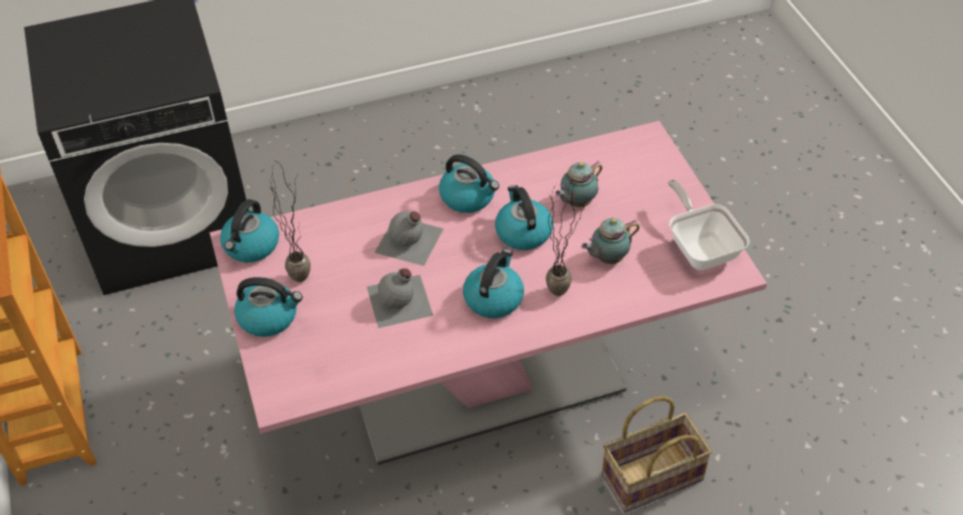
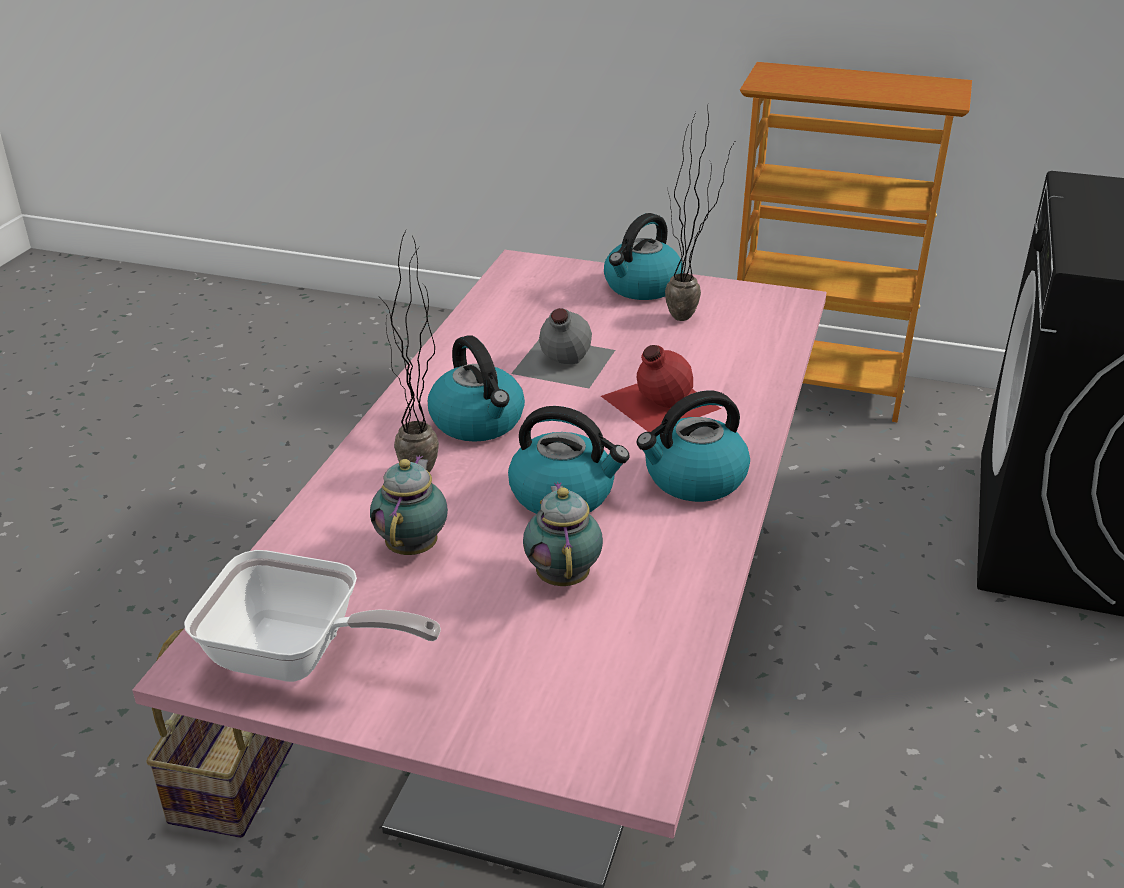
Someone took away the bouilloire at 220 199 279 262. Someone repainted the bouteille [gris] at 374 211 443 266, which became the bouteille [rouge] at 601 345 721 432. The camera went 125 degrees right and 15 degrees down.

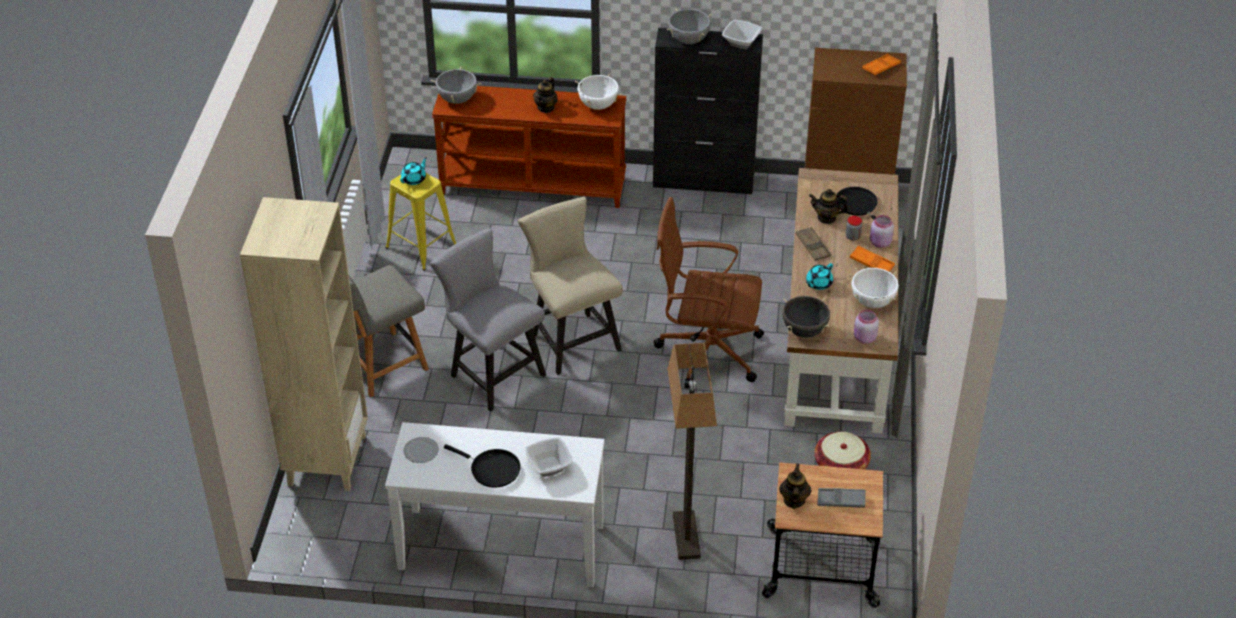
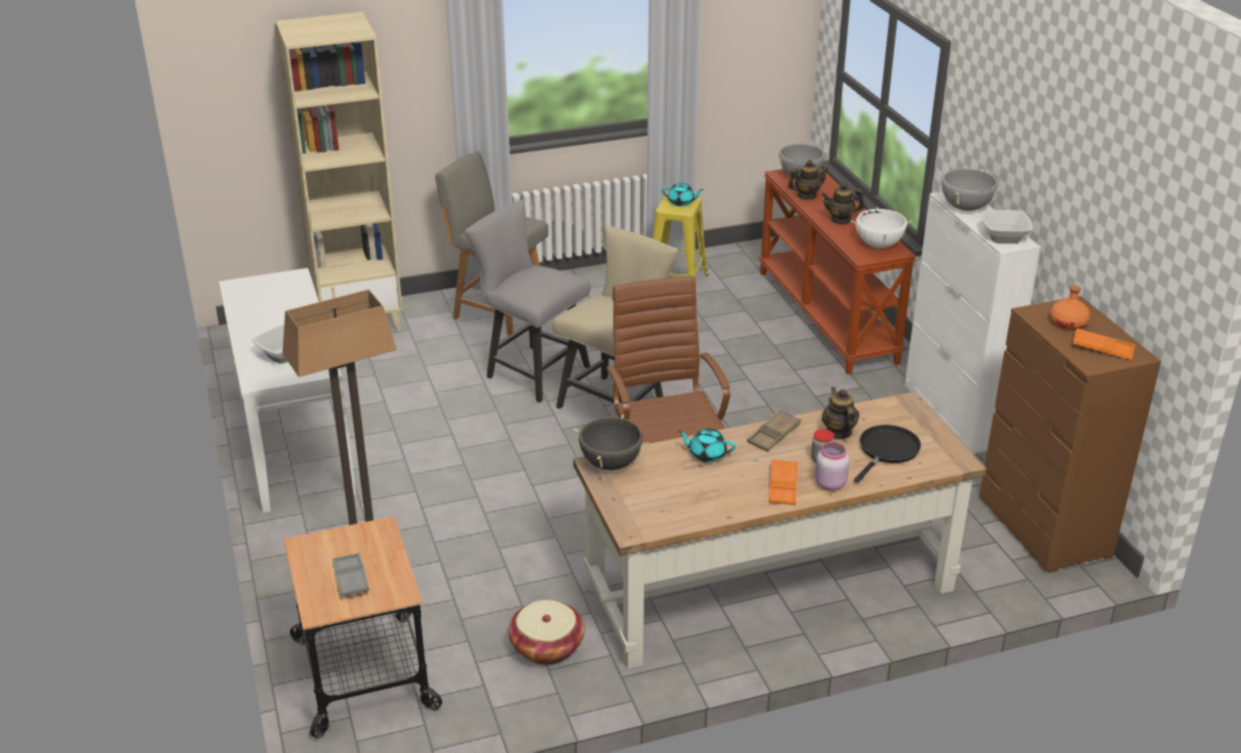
Someone took away the assiette at 403 437 439 463. Someone took away the poêle [noir] at 444 444 521 488. Someone took away the marmite [blanc] at 851 268 899 308. Someone took away the bocal [rose] at 854 310 879 344. Someone put down the bouteille [orange] at 1050 285 1090 330. Someone carried the théière from 779 464 812 509 to 788 160 828 199. Someone repainted the meuble de rangement [noir] at 653 28 763 194, which became the meuble de rangement [blanc] at 905 191 1041 454. Someone rotated the chaise [gris] at 430 228 546 412 by 75 degrees counterclockwise. The camera went 65 degrees right and 10 degrees down.

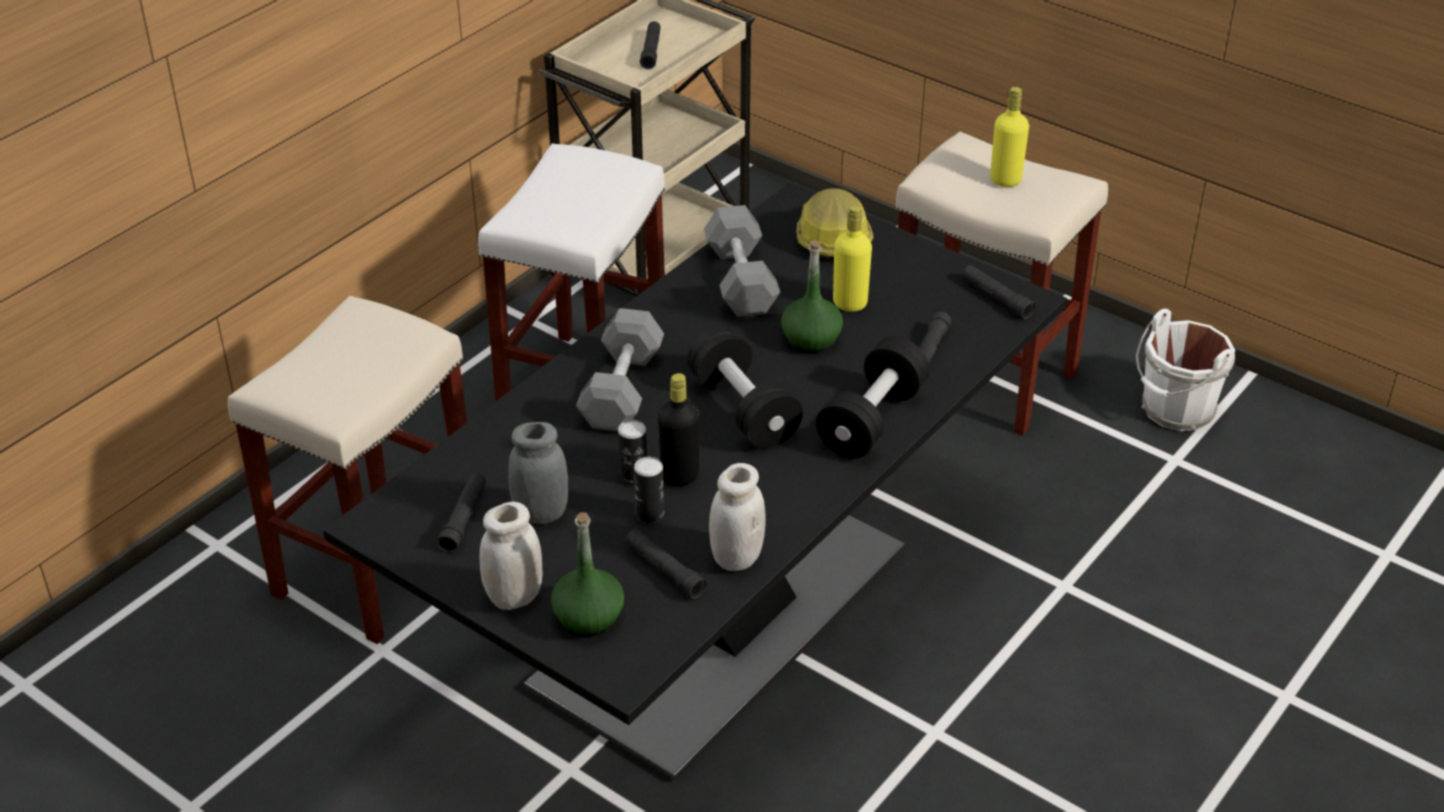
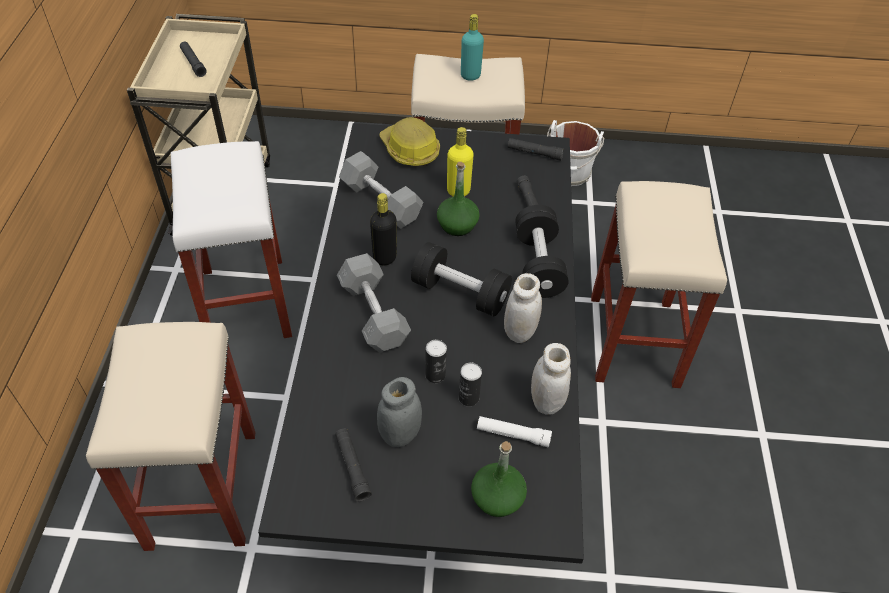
Someone put down the tabouret [beige] at 591 181 727 388. Someone carried the bocal [blanc] from 480 502 542 610 to 504 273 542 343. Someone carried the bouteille [noir] from 658 373 700 486 to 370 193 397 265. Someone repainted the lampe de poche [noir] at 626 529 707 599, which became the lampe de poche [blanc] at 477 416 552 447. Someone repainted the bouteille [jaune] at 990 87 1029 187, which became the bouteille [turquoise] at 461 14 484 81. The camera went 35 degrees left and 10 degrees up.

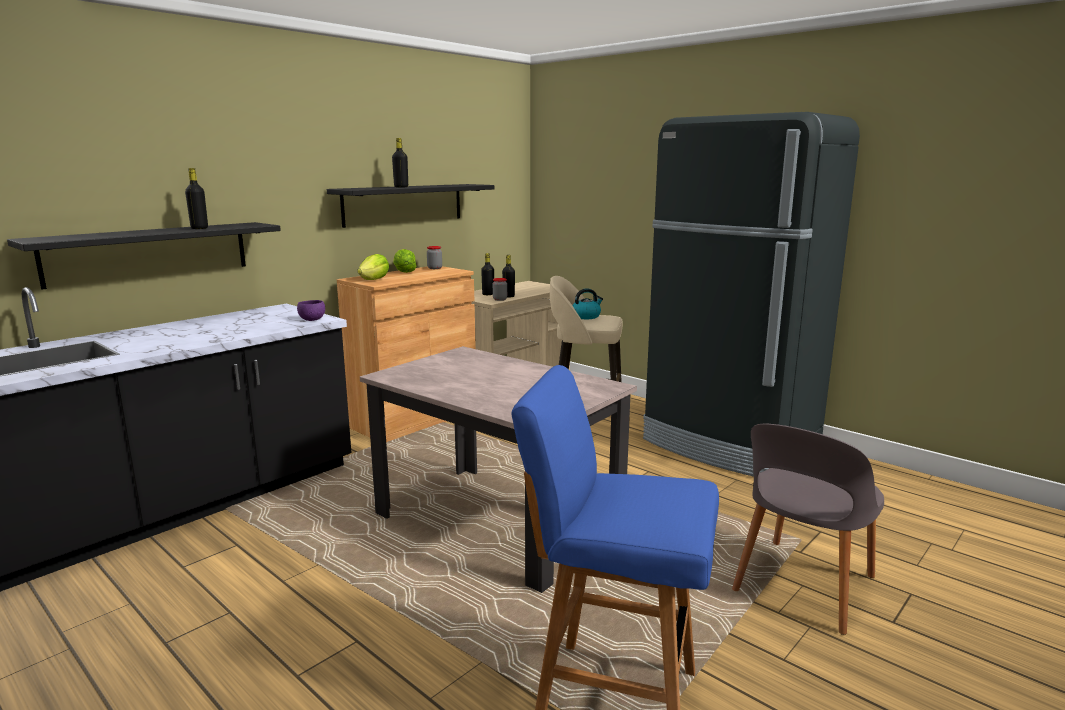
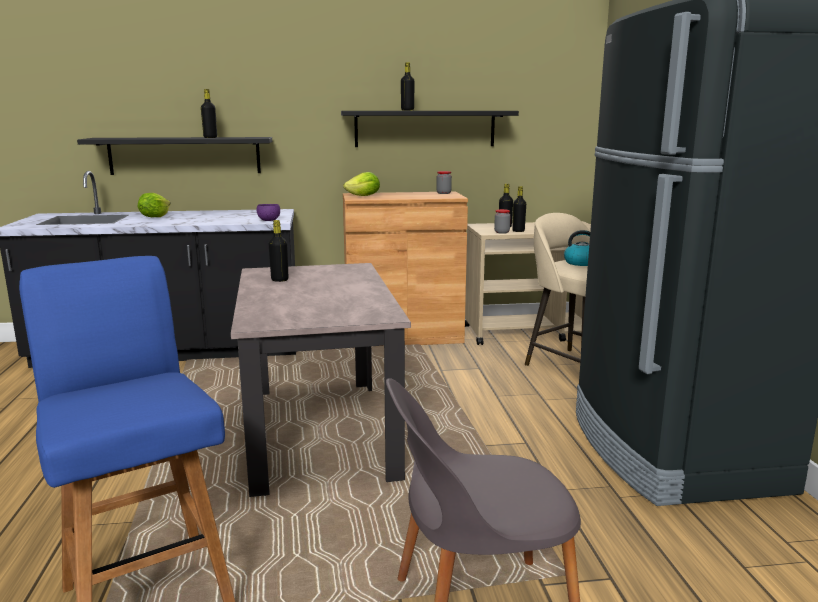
Someone put down the bouteille [noir] at 269 220 288 282. Someone carried the laitue from 393 249 416 273 to 138 193 171 217. The camera went 40 degrees right and 0 degrees up.

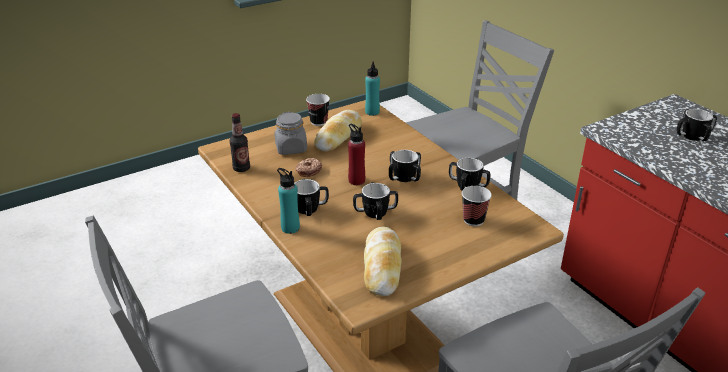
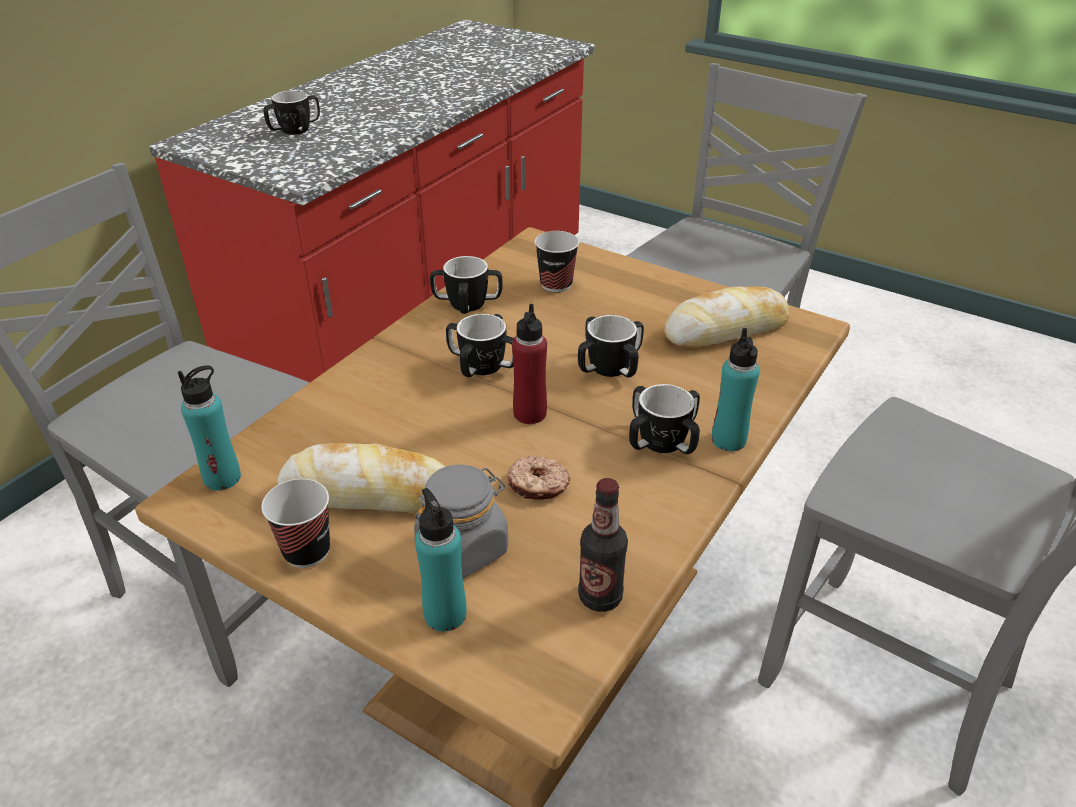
Someone put down the bouteille [turquoise] at 415 488 466 631. The camera went 115 degrees left and 5 degrees up.

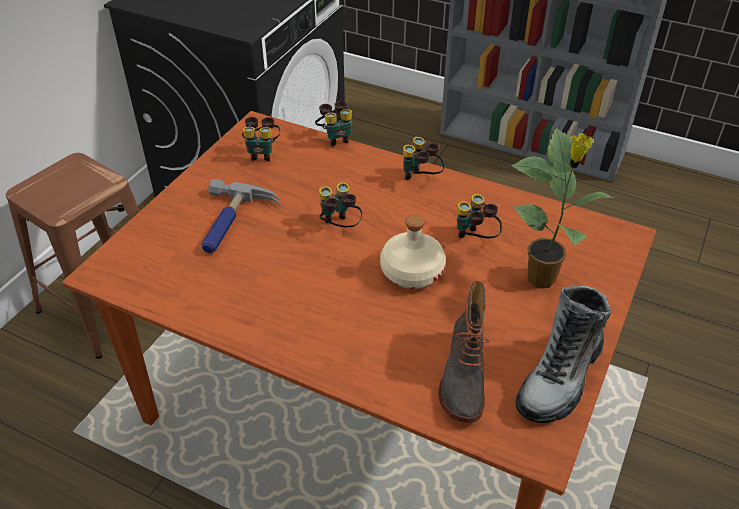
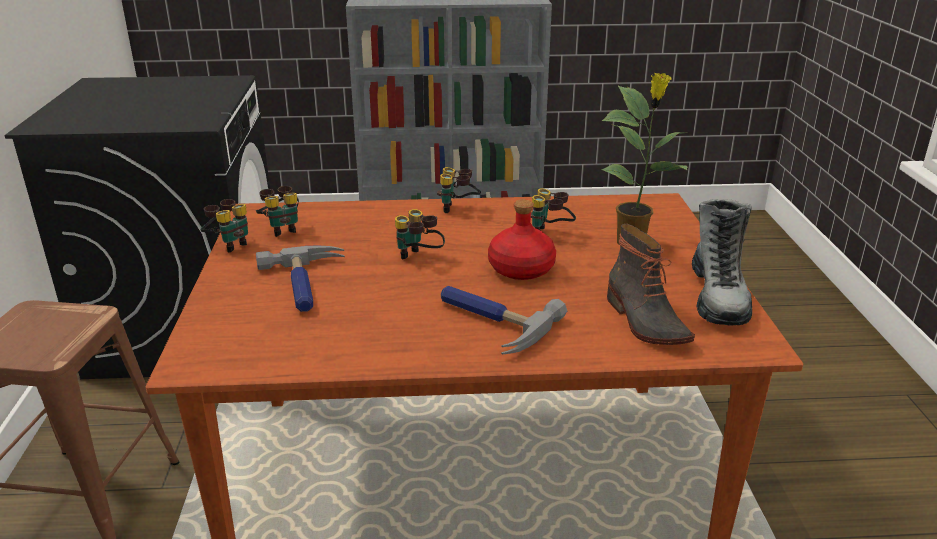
Someone put down the marteau at 441 286 567 354. Someone carried the jumelles from 315 101 352 146 to 200 199 248 253. Someone repainted the bouteille [beige] at 380 214 446 289, which became the bouteille [rouge] at 488 199 556 280. The camera went 30 degrees left and 15 degrees down.

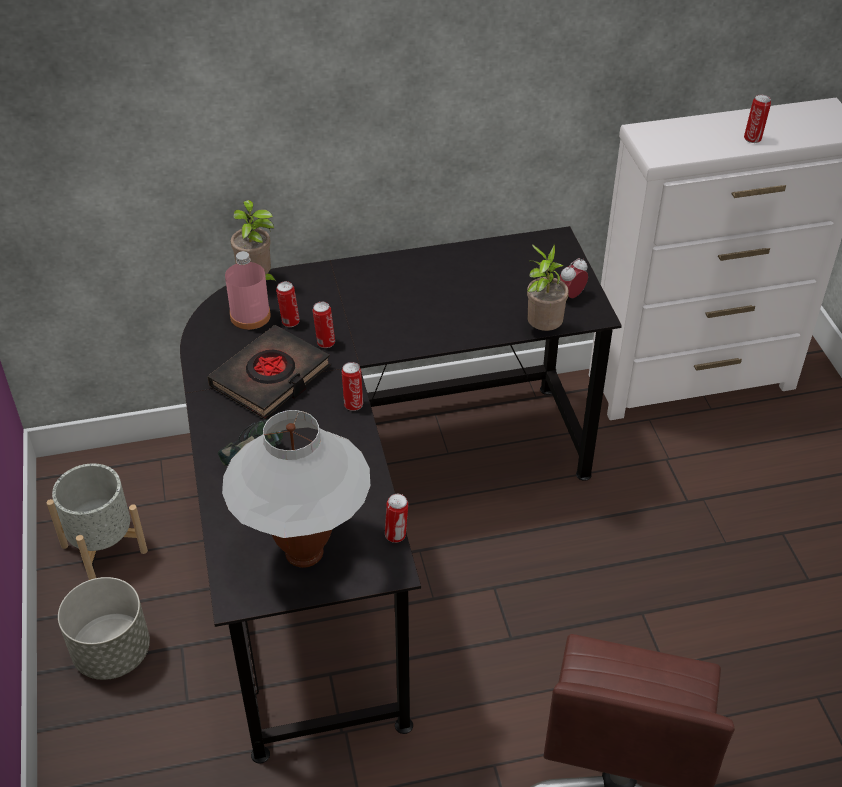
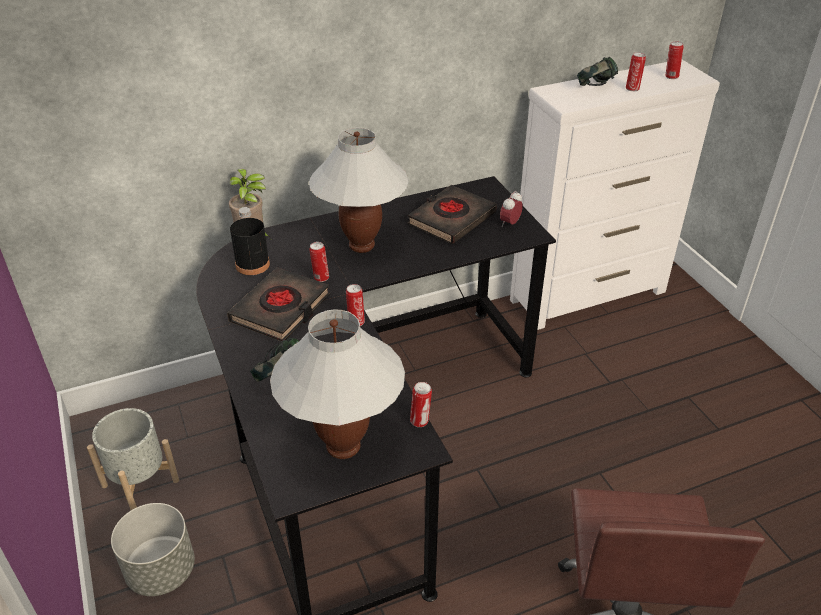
Someone took away the plante en pot at 527 244 569 331. Someone put down the lampe de table [blanc] at 309 128 409 253. Someone put down the livre [noir] at 408 185 497 244. Someone put down the casque audio at 577 57 618 86. Someone carried the boîte métallique from 276 281 300 327 to 665 41 684 79. Someone repainted the bouteille [rose] at 225 251 271 330, which became the bouteille [noir] at 230 207 270 275. The camera went 10 degrees left and 5 degrees down.

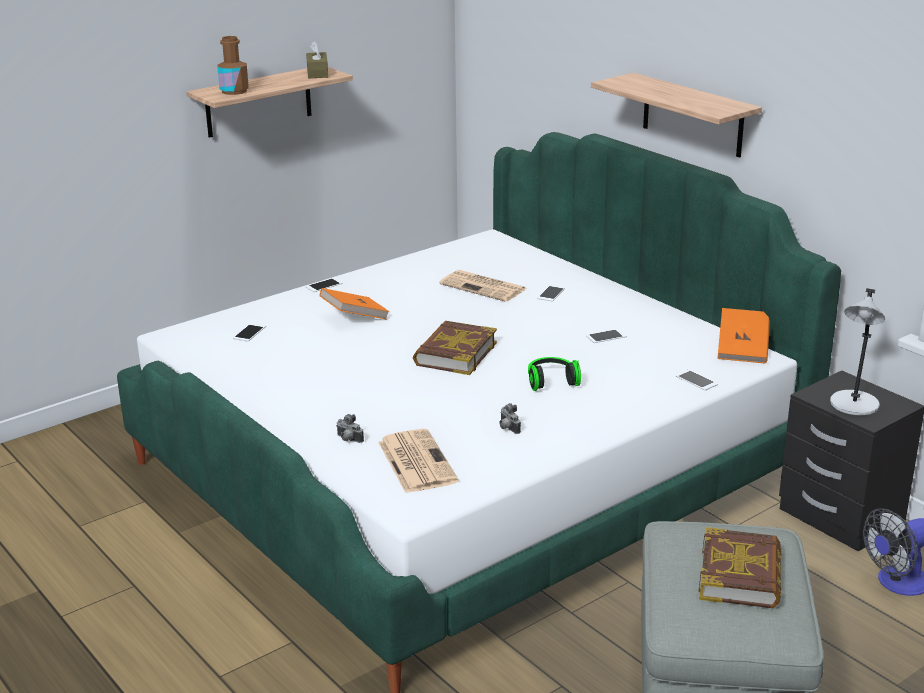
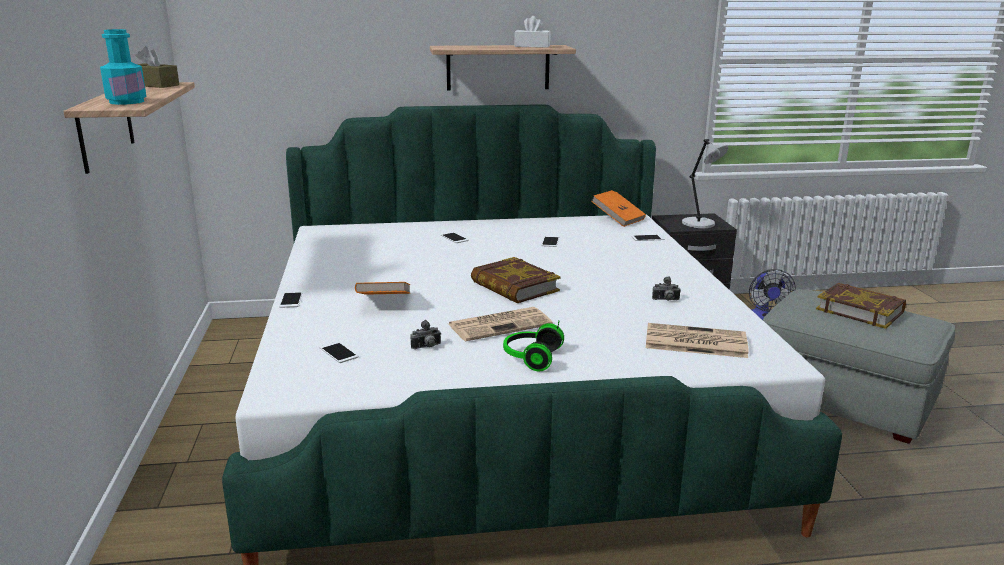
Someone put down the boîte à mouchoirs [blanc] at 514 16 551 48. Someone carried the appareil photo from 336 414 364 443 to 410 320 441 349. Someone carried the journal from 439 270 526 302 to 449 307 553 341. Someone carried the casque audio from 528 357 581 391 to 503 321 564 372. Someone repainted the bouteille [marron] at 217 36 249 95, which became the bouteille [turquoise] at 100 29 147 105. The camera went 60 degrees left and 5 degrees down.

